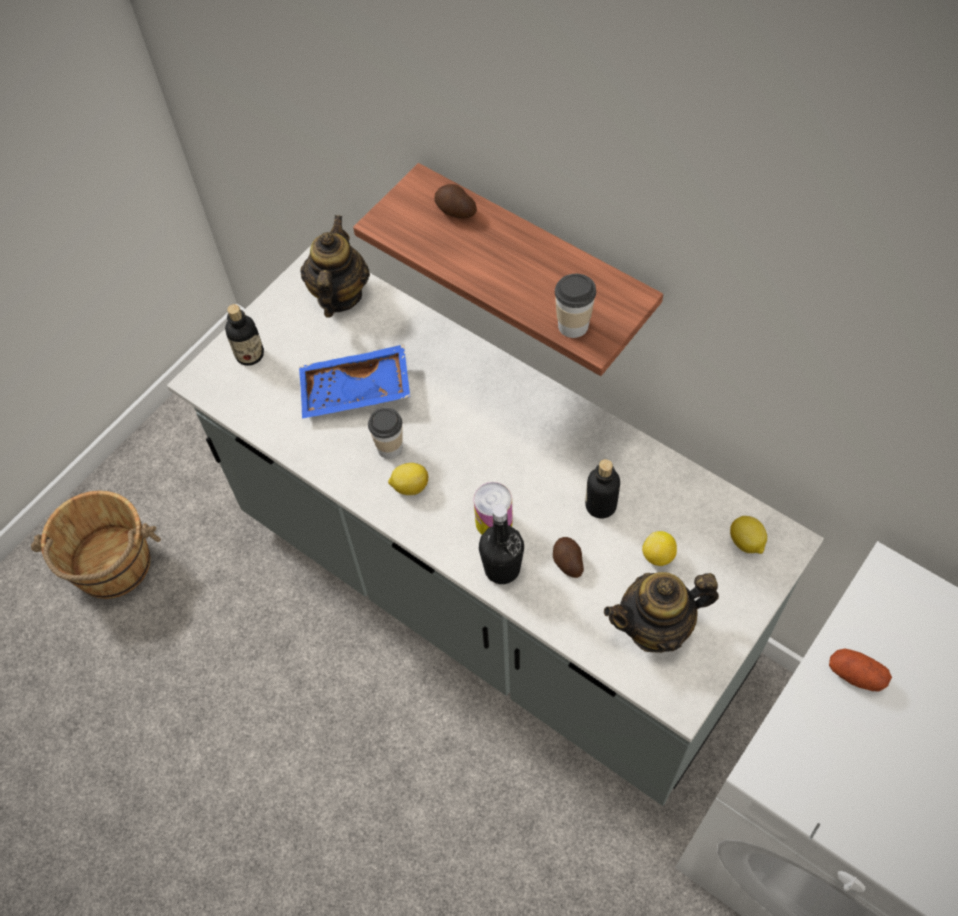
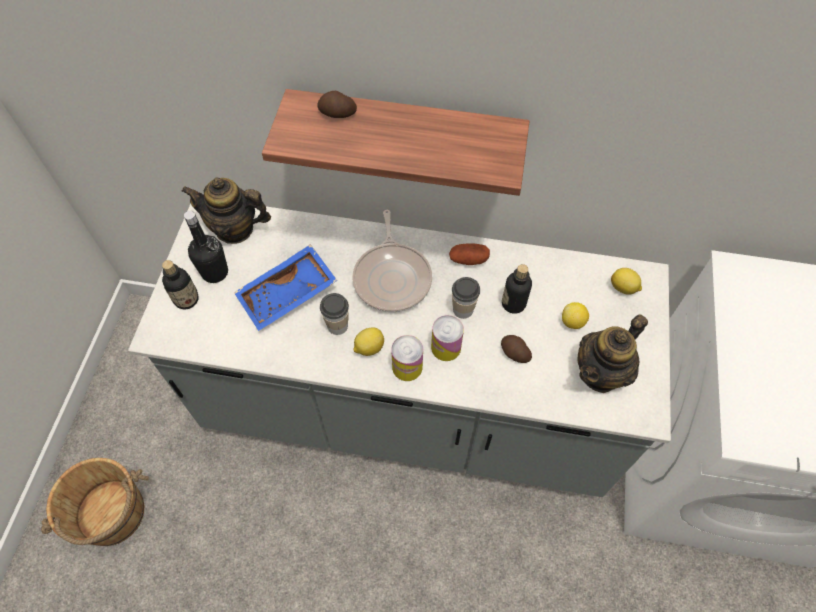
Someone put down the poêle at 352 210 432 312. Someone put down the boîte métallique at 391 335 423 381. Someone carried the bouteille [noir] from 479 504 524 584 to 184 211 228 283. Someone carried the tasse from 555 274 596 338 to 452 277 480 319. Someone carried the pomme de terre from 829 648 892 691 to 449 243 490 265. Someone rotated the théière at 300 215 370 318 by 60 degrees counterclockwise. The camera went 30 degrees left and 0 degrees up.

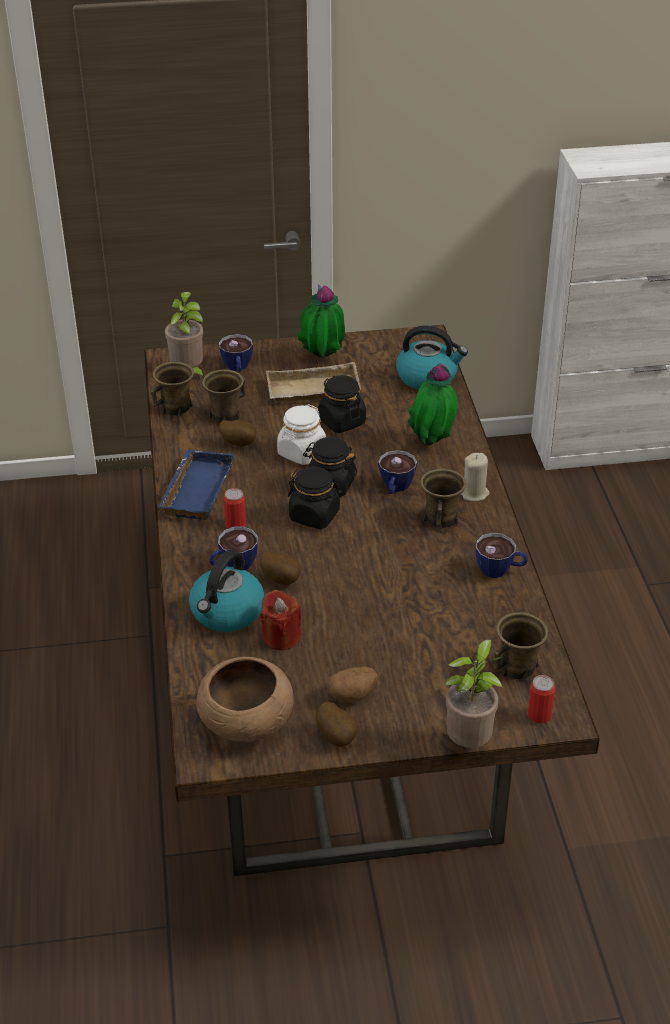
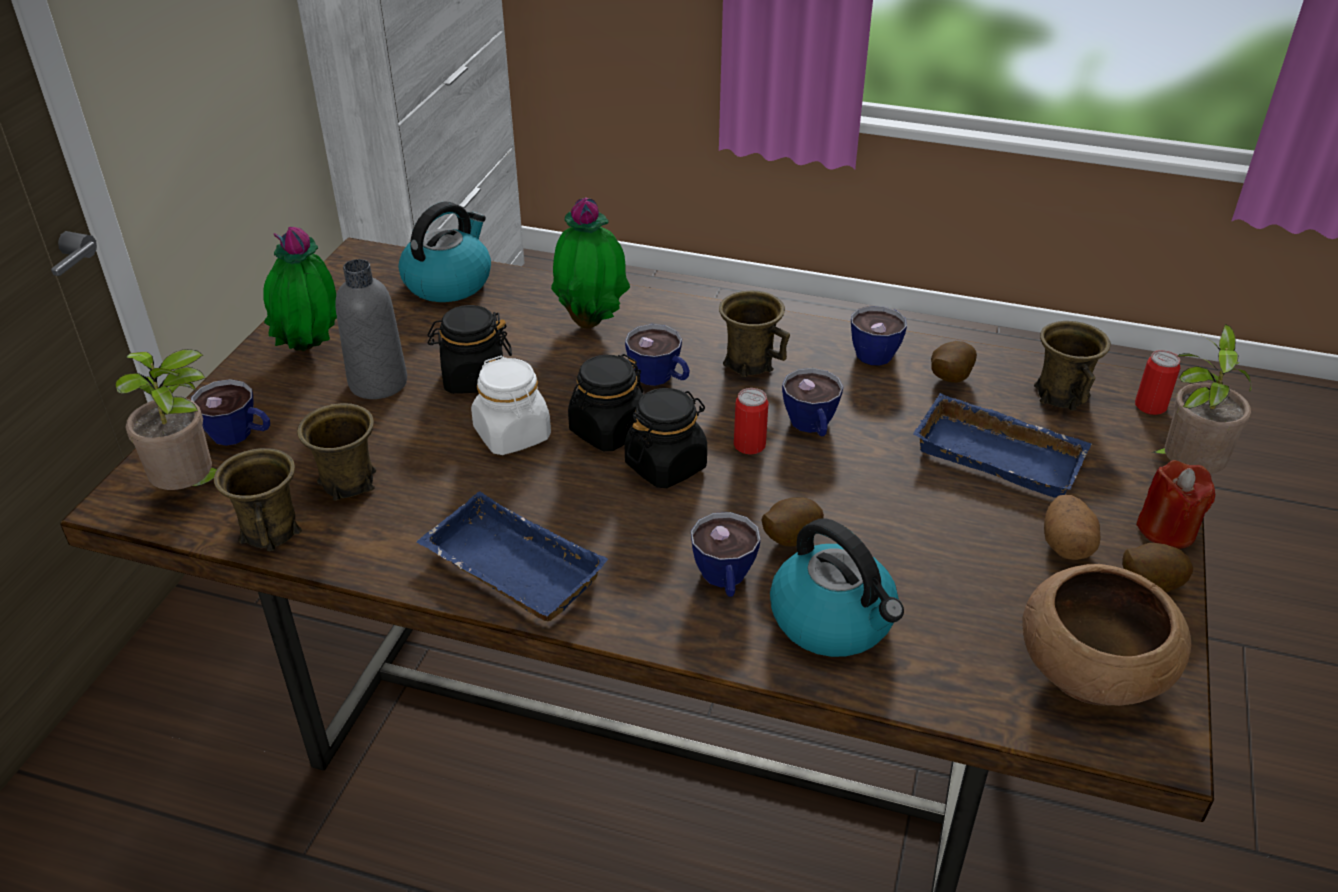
Someone took away the bougie [beige] at 461 453 490 501. Someone put down the tasse at 782 368 843 437. Someone put down the plateau [bleu] at 913 393 1092 498. Someone carried the pomme de terre from 219 420 256 447 to 931 341 977 383. Someone carried the boîte métallique from 223 488 246 529 to 734 388 769 455. Someone carried the bougie [rouge] from 260 589 301 650 to 1136 460 1215 549. Someone swapped the plateau [beige] at 266 362 361 402 for the bouteille [gris] at 335 259 407 399. The camera went 65 degrees left and 0 degrees up.

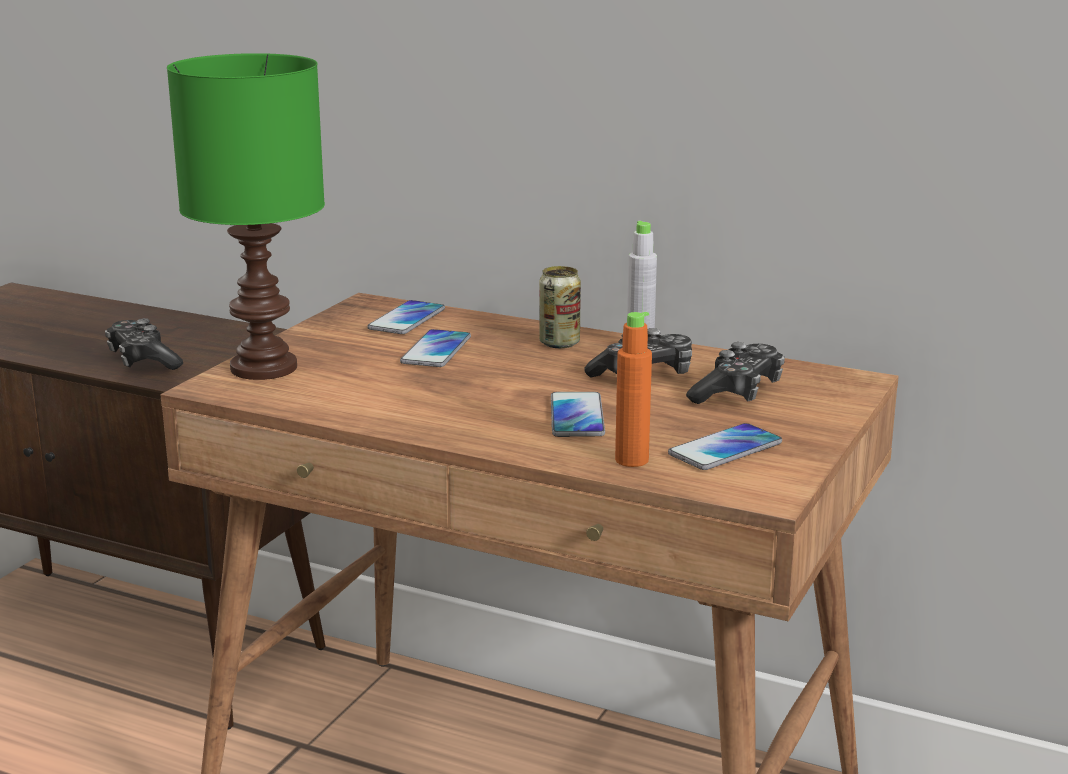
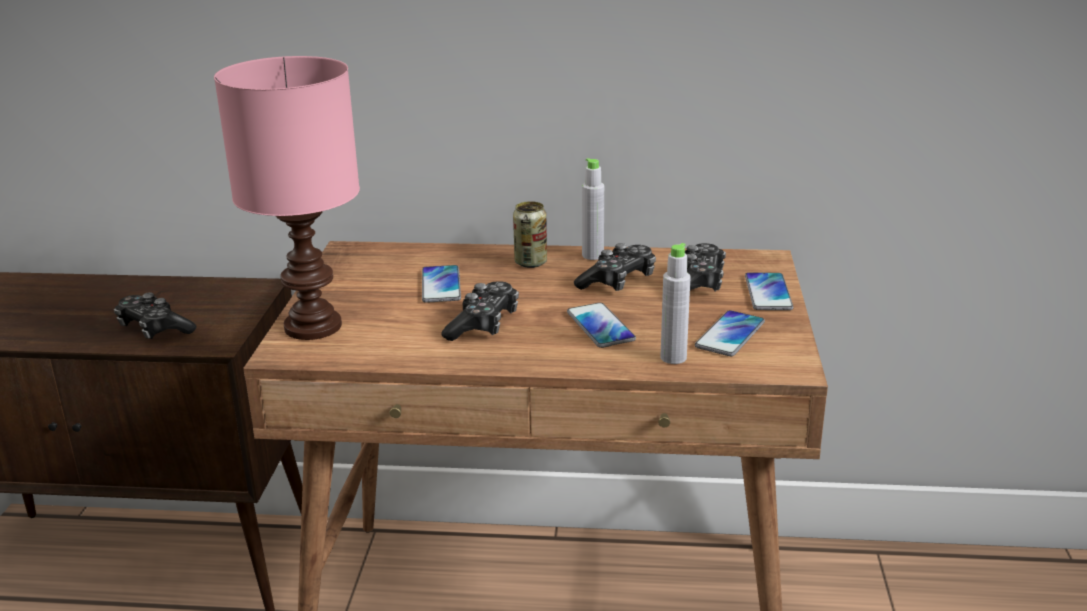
Someone put down the manette at 441 281 519 341. Someone carried the téléphone from 367 300 445 334 to 745 272 793 310. Someone repainted the lampe de table [vert] at 167 53 325 380, which became the lampe de table [rose] at 214 56 360 340. Someone repainted the bouteille [orange] at 615 312 652 467, which became the bouteille [gris] at 660 243 691 364. The camera went 20 degrees left and 5 degrees up.

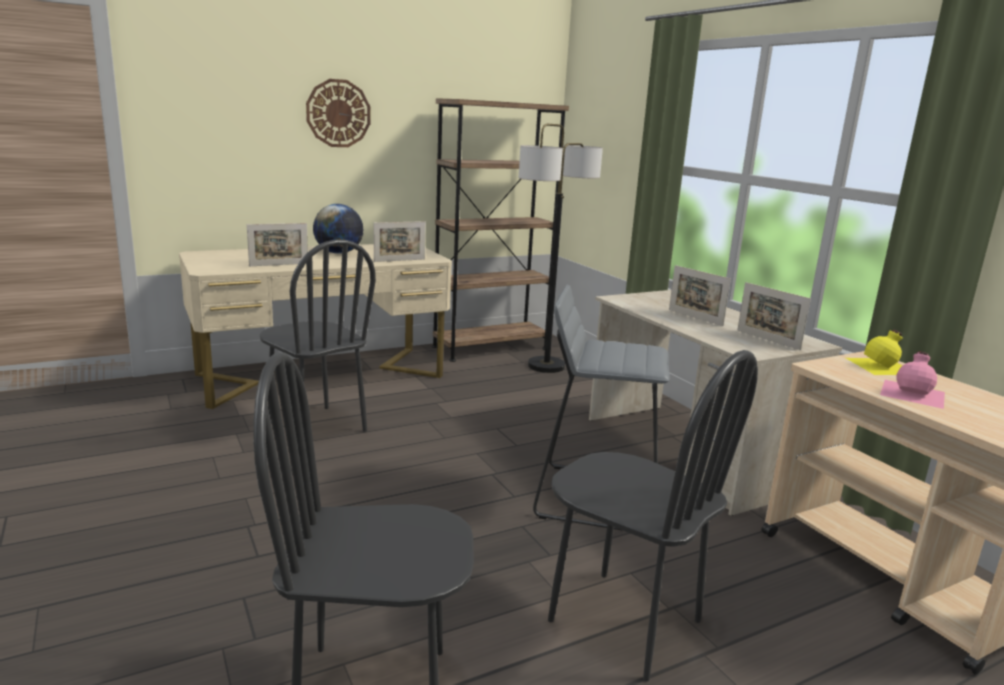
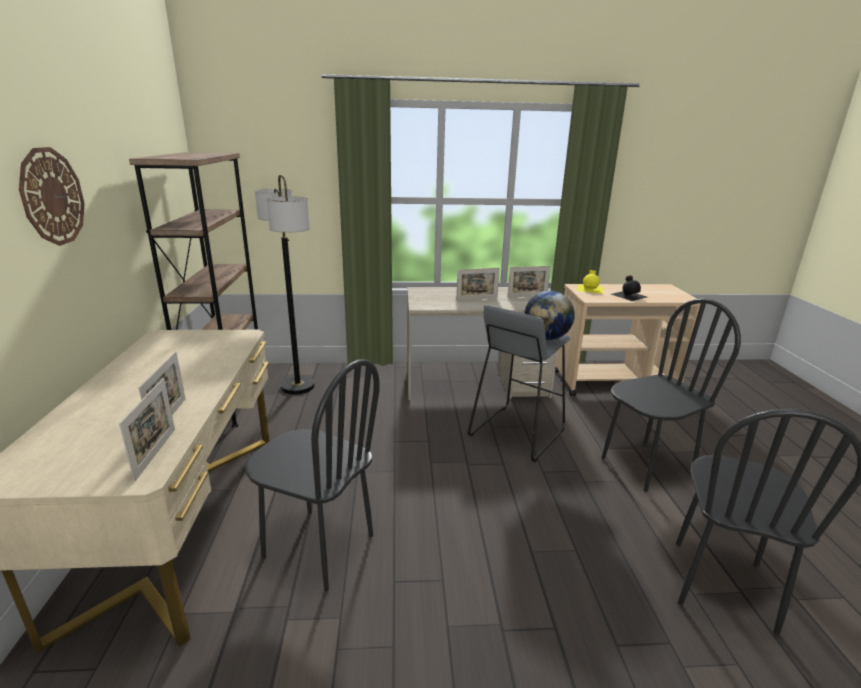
Someone carried the globe from 313 204 363 254 to 524 291 575 340. Someone carried the cadre photo from 374 221 426 262 to 119 378 175 481. Someone repainted the bouteille [rose] at 880 352 945 409, which became the bouteille [noir] at 611 275 647 301. Someone rotated the chaise [noir] at 260 239 376 432 by 45 degrees clockwise. The camera went 65 degrees left and 5 degrees up.

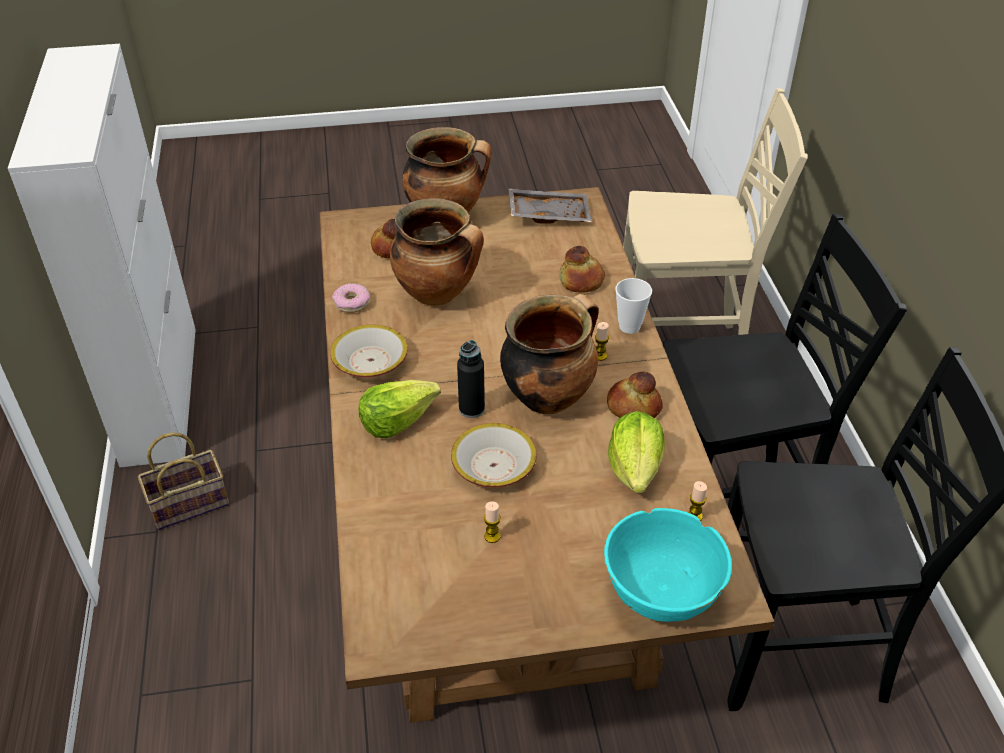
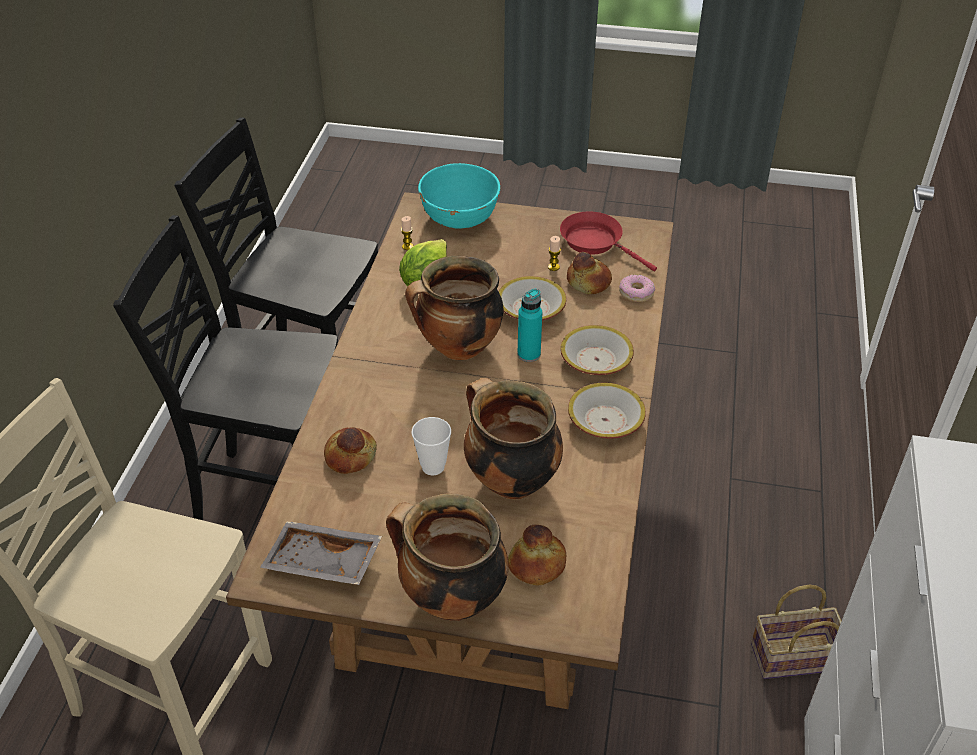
Someone took away the bougie at 595 322 609 361. Someone put down the poêle [rouge] at 560 212 657 271. Someone carried the beignet from 332 283 370 313 to 619 275 655 302. Someone carried the pain from 607 372 663 418 to 567 252 612 294. Someone carried the tasse from 615 278 652 334 to 411 417 451 475. Someone swapped the laitue at 359 380 441 438 for the bol at 560 325 634 375. Someone repainted the bouteille [noir] at 457 340 485 418, which became the bouteille [turquoise] at 517 289 542 362. The camera went 160 degrees left and 0 degrees up.

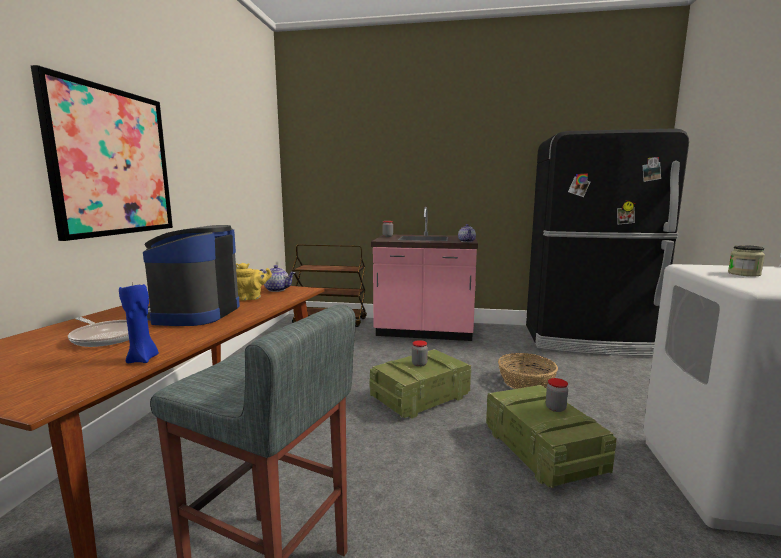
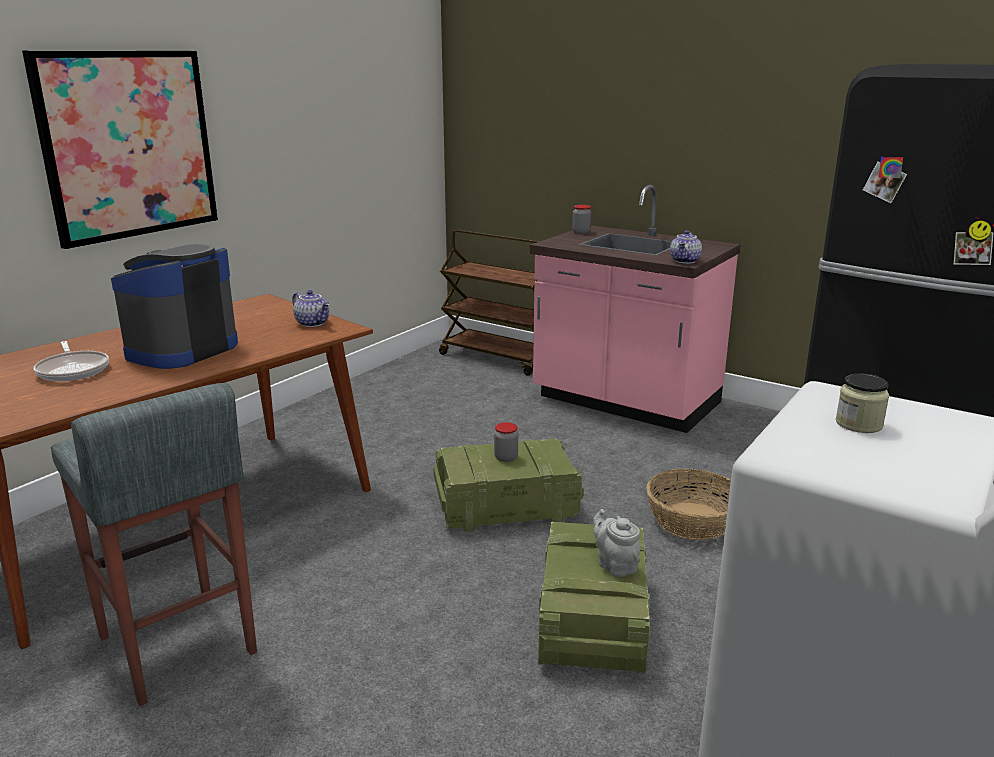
Someone took away the bougie [bleu] at 119 282 159 363. Someone took away the théière [jaune] at 236 263 272 301. Someone swapped the bocal at 546 378 568 412 for the théière [gris] at 593 509 641 577. The camera went 25 degrees right and 10 degrees up.

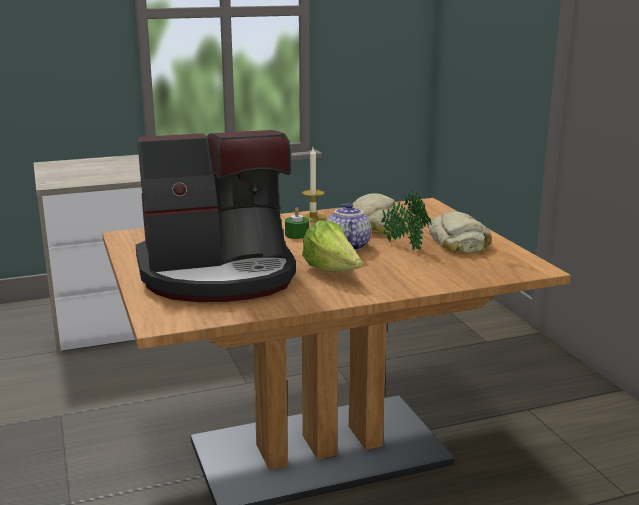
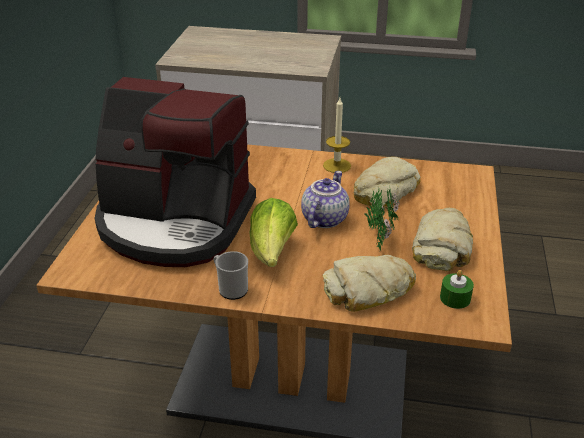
Someone put down the mug at 213 251 248 300. Someone put down the pain at 323 255 416 312. Someone carried the bougie [vert] from 285 207 309 239 to 440 270 474 309. The camera went 30 degrees right and 15 degrees up.

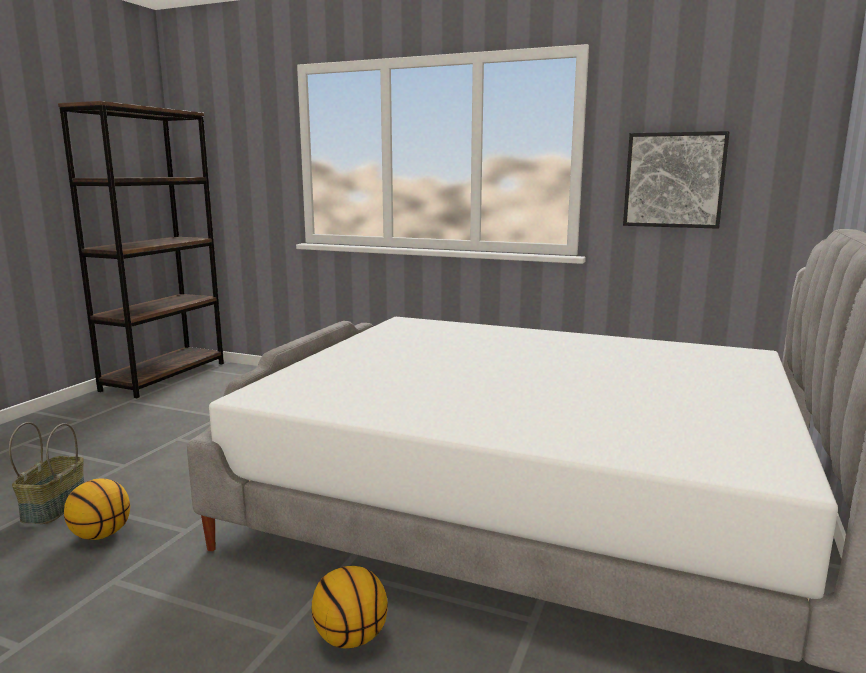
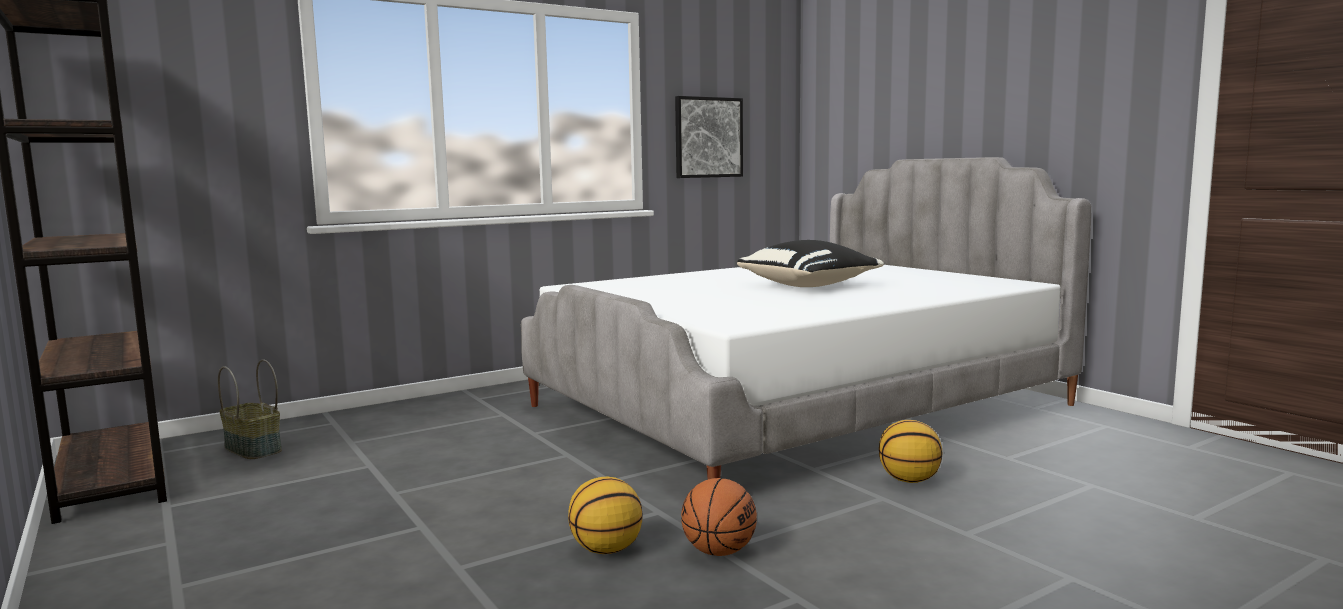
Someone put down the ballon de basket at 681 478 757 556. Someone put down the coussin [noir] at 737 240 884 287. Someone carried the panier from 9 422 85 524 to 218 359 282 459. The camera went 55 degrees left and 5 degrees down.

